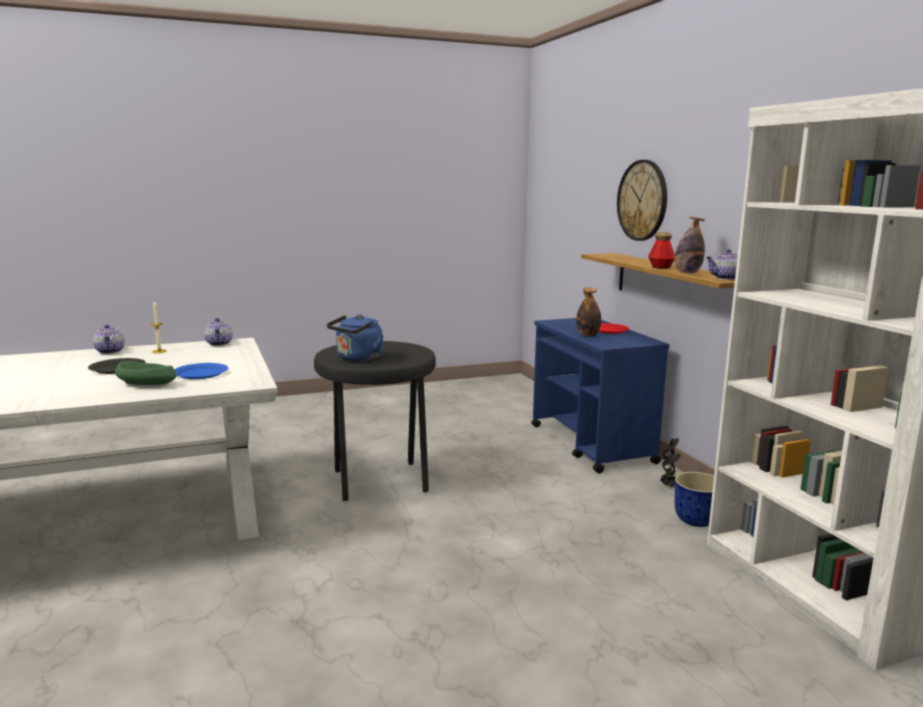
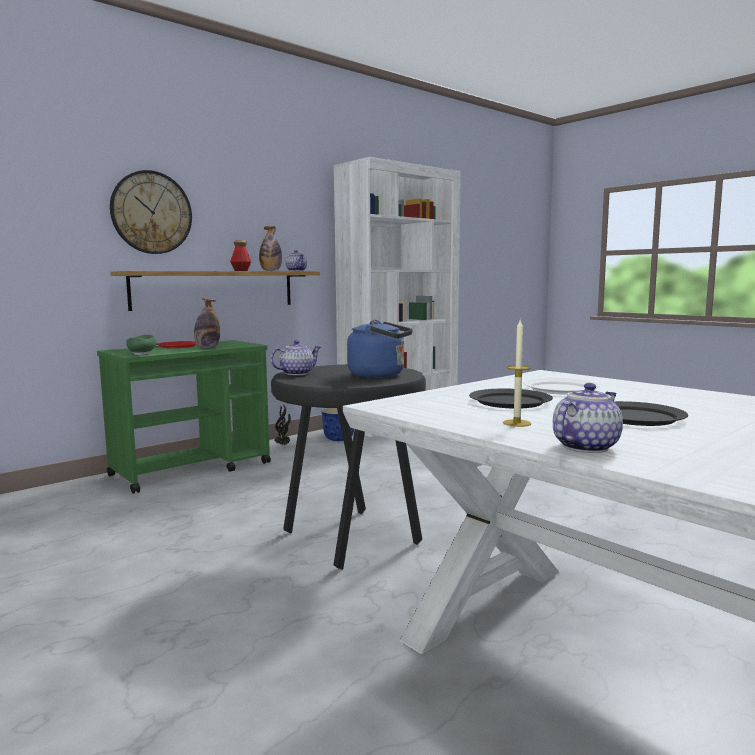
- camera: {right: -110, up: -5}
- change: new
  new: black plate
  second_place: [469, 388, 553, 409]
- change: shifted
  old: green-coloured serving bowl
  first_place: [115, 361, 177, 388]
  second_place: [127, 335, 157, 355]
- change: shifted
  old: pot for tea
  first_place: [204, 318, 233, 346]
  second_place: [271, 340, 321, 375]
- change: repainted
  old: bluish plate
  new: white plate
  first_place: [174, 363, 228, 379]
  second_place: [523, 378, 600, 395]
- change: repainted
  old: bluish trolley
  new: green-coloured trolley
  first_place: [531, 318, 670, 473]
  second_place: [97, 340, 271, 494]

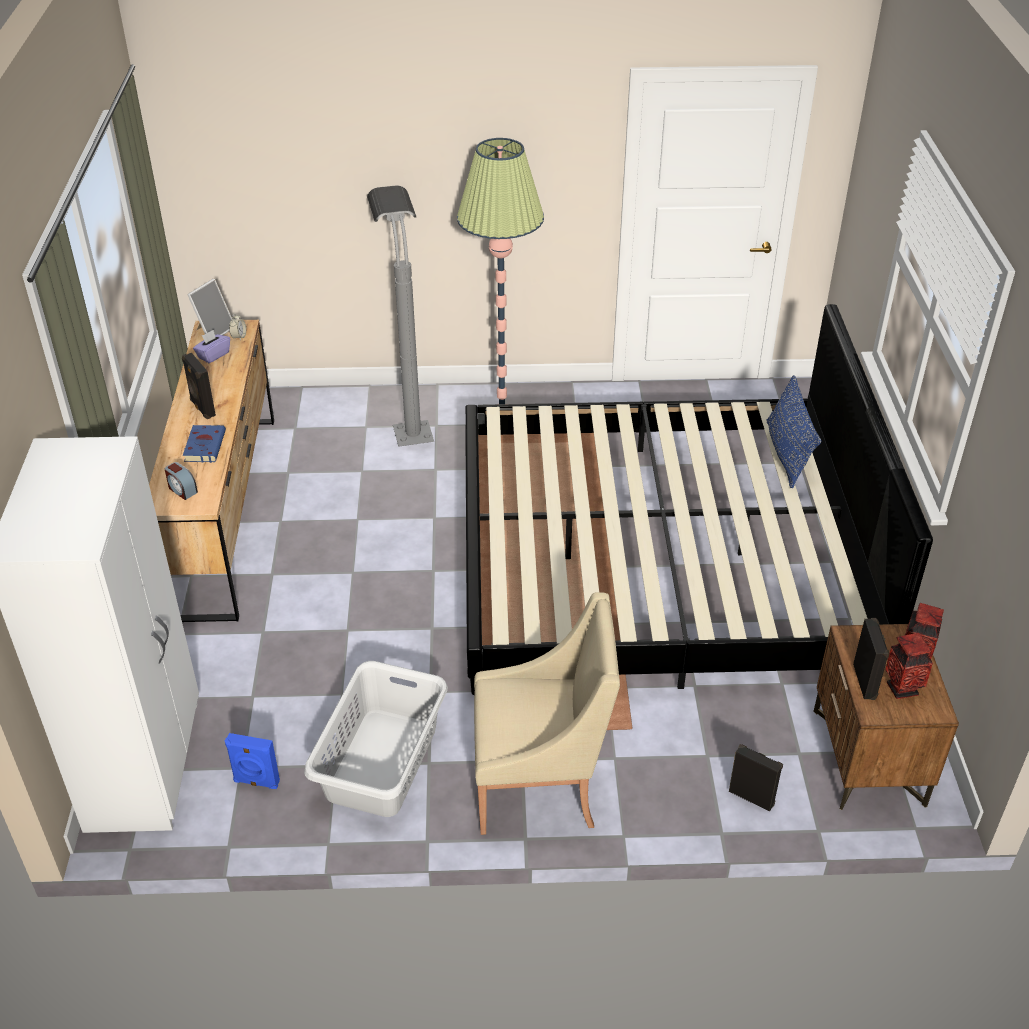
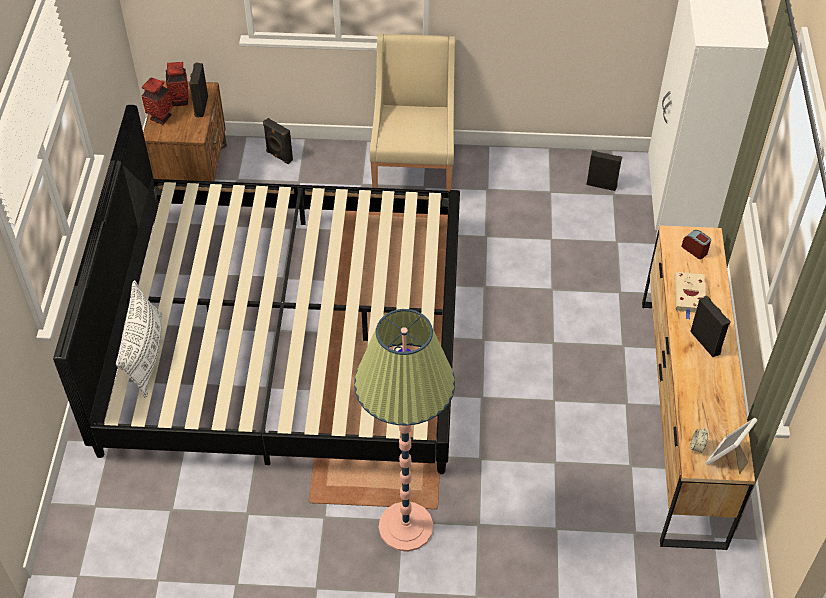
- camera: {right: -175, up: 10}
- change: gone
  old: purple-coloured box of tissues
  first_place: [193, 330, 230, 363]
- change: gone
  old: grey hamper
  first_place: [304, 661, 448, 817]
- change: gone
  old: grey standard lamp
  first_place: [367, 185, 434, 447]
- change: repainted
  old: bluish bound book
  new: sand-coloured bound book
  first_place: [183, 425, 226, 463]
  second_place: [674, 272, 706, 319]
- change: repainted
  old: bluish audio speaker
  new: black audio speaker
  first_place: [225, 733, 280, 789]
  second_place: [587, 150, 622, 191]
- change: repainted
  old: bluish throw pillow
  new: white throw pillow
  first_place: [766, 375, 821, 488]
  second_place: [116, 280, 163, 398]
- change: rotated
  old: sand-coloured easy chair
  first_place: [474, 592, 620, 835]
  second_place: [370, 34, 455, 191]
  degrees: 90

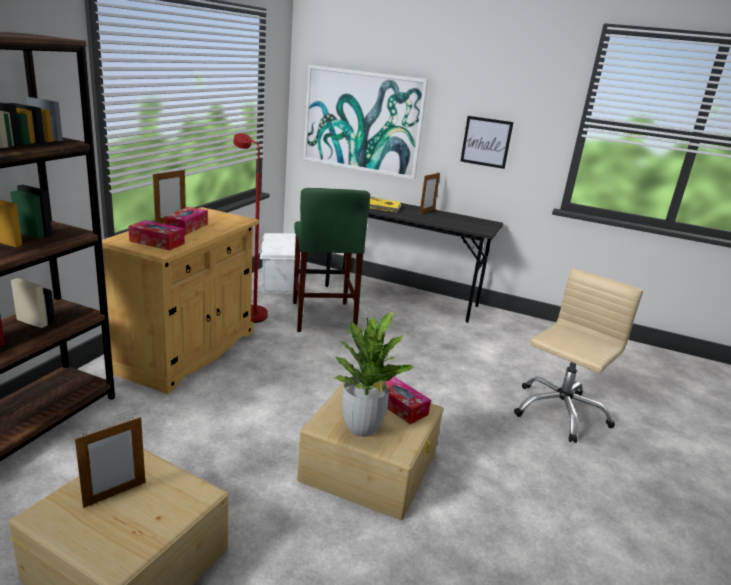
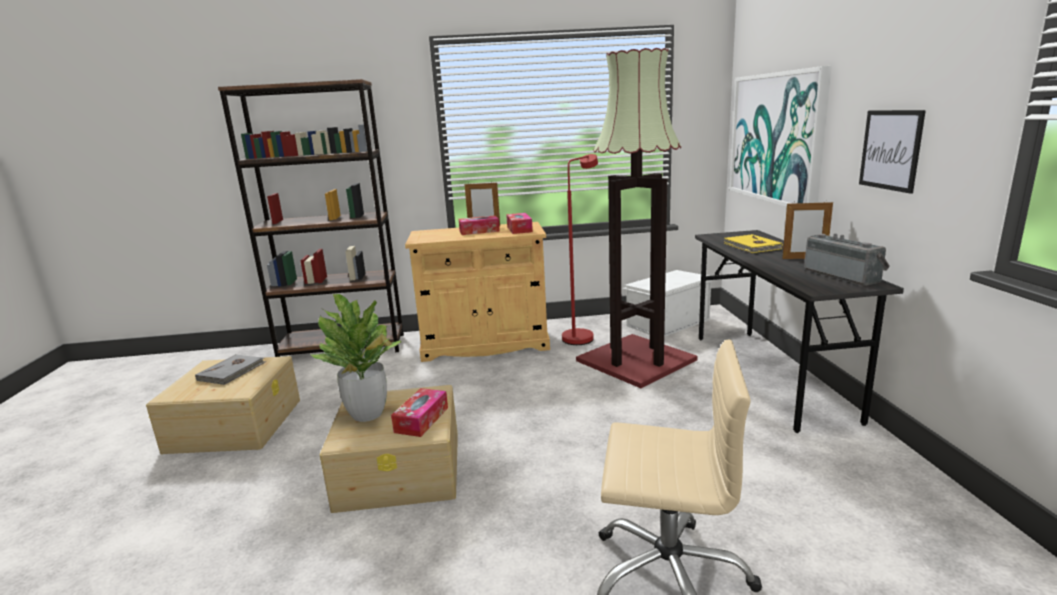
- camera: {right: 65, up: -5}
- change: new
  new: radio
  second_place: [804, 234, 890, 286]
- change: shifted
  old: box of tissues
  first_place: [128, 220, 185, 250]
  second_place: [506, 213, 533, 234]
- change: swapped
  old: standing frame
  new: grey bound book
  first_place: [75, 417, 145, 508]
  second_place: [195, 354, 266, 385]
- change: swapped
  old: green-coloured stool seat
  new: standard lamp
  first_place: [293, 188, 370, 332]
  second_place: [576, 48, 698, 388]

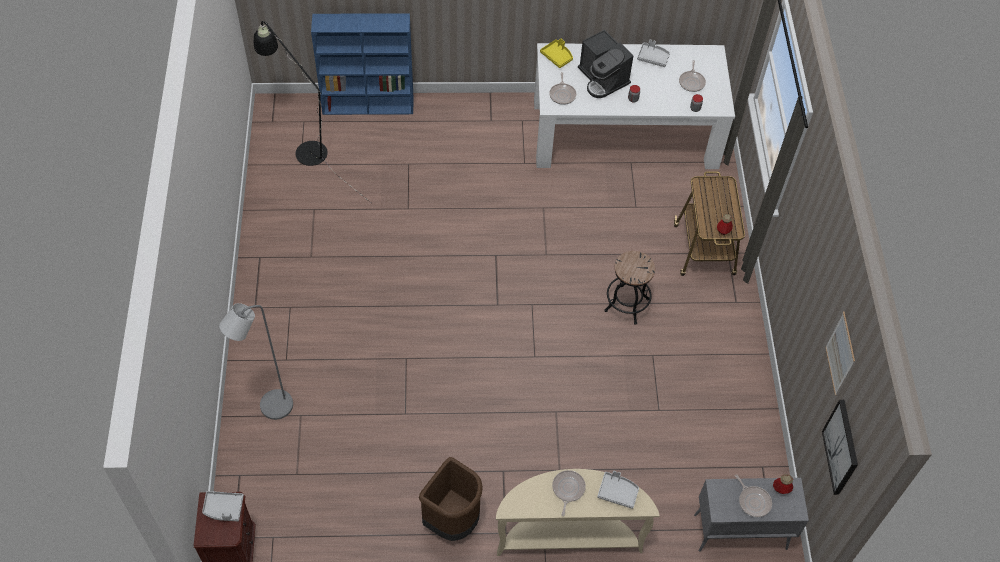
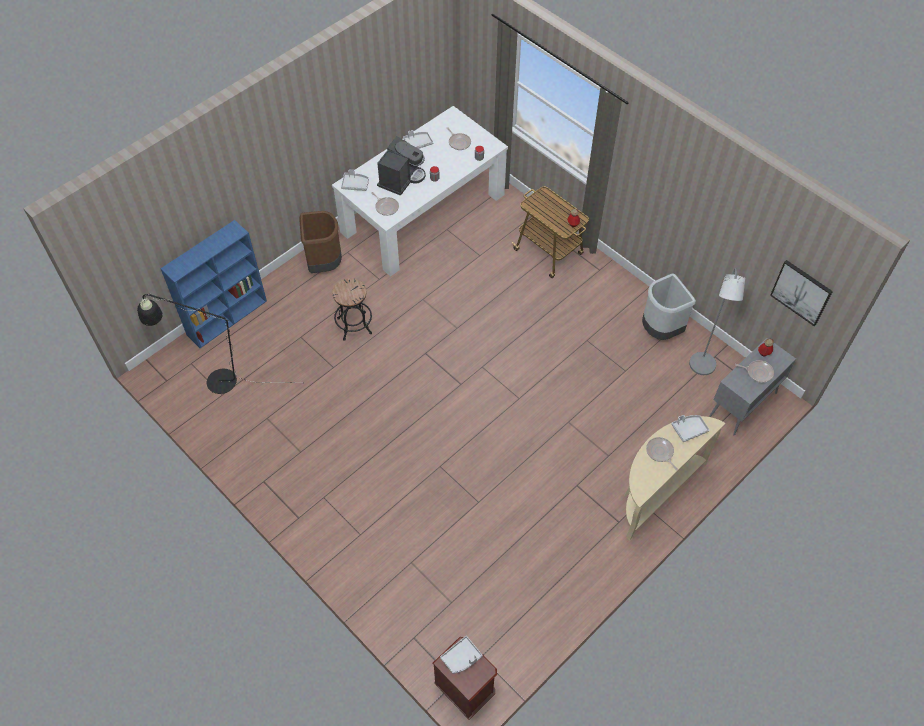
- camera: {right: -40, up: 0}
- change: gone
  old: picture
  first_place: [825, 312, 855, 395]
- change: new
  new: grey trash can
  second_place: [642, 274, 696, 340]
- change: shifted
  old: grey standard lamp
  first_place: [219, 303, 293, 420]
  second_place: [689, 268, 745, 375]
- change: shifted
  old: brownish trash can
  first_place: [419, 457, 483, 541]
  second_place: [299, 211, 342, 273]
- change: shifted
  old: black stool seat
  first_place: [604, 251, 655, 325]
  second_place: [332, 278, 372, 341]
- change: repainted
  old: yellow-coloured serving tray
  new: grey serving tray
  first_place: [540, 38, 573, 68]
  second_place: [341, 169, 369, 191]
- change: rotated
  old: coffee machine
  first_place: [578, 30, 633, 98]
  second_place: [377, 136, 426, 196]
  degrees: -75

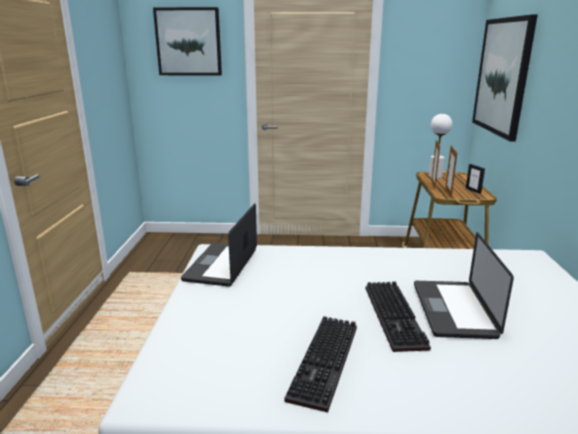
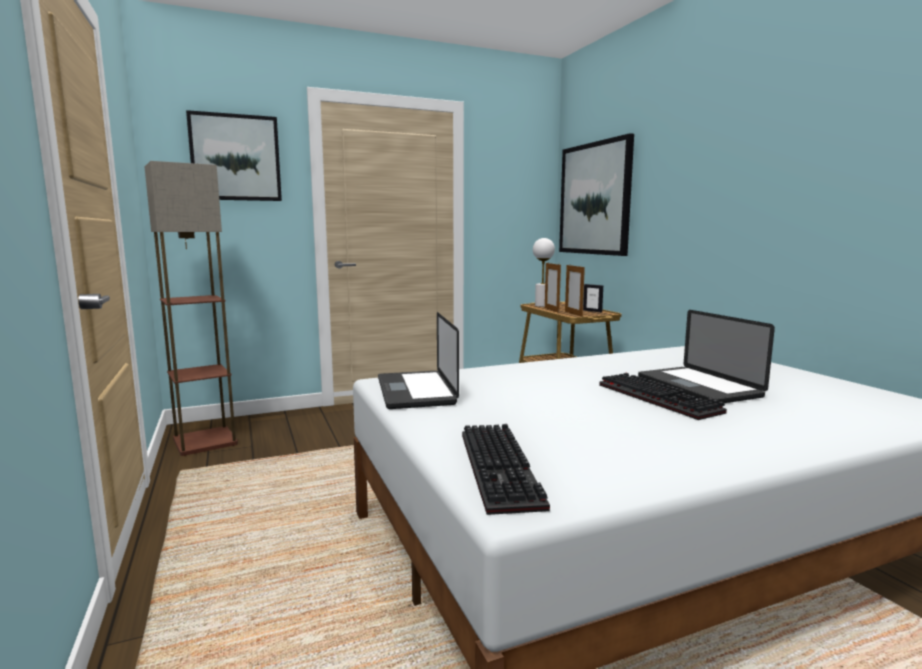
- camera: {right: -25, up: -10}
- change: new
  new: standard lamp
  second_place: [145, 161, 238, 456]
- change: shifted
  old: keyboard
  first_place: [284, 316, 357, 412]
  second_place: [462, 424, 550, 515]

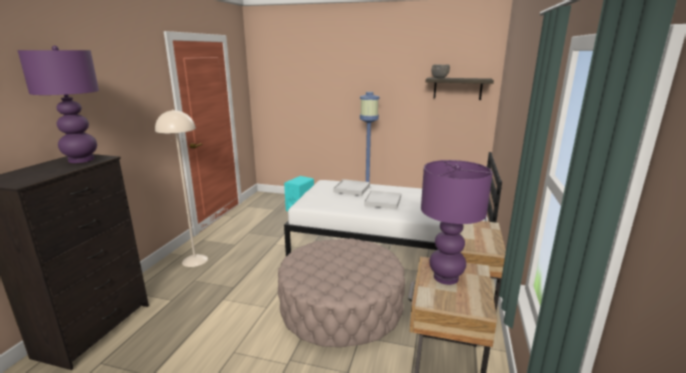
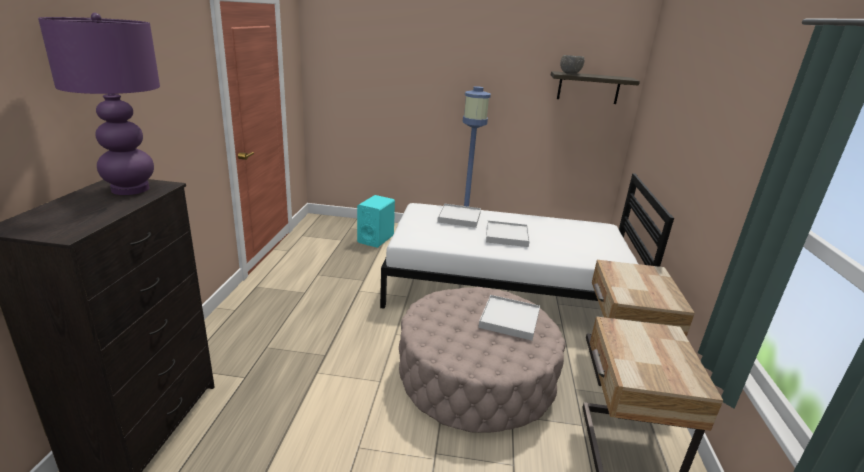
- camera: {right: -10, up: 5}
- change: gone
  old: sand-coloured standard lamp
  first_place: [155, 109, 208, 267]
- change: gone
  old: purple-coloured table lamp
  first_place: [421, 160, 493, 285]
- change: new
  new: white serving tray
  second_place: [478, 295, 540, 341]

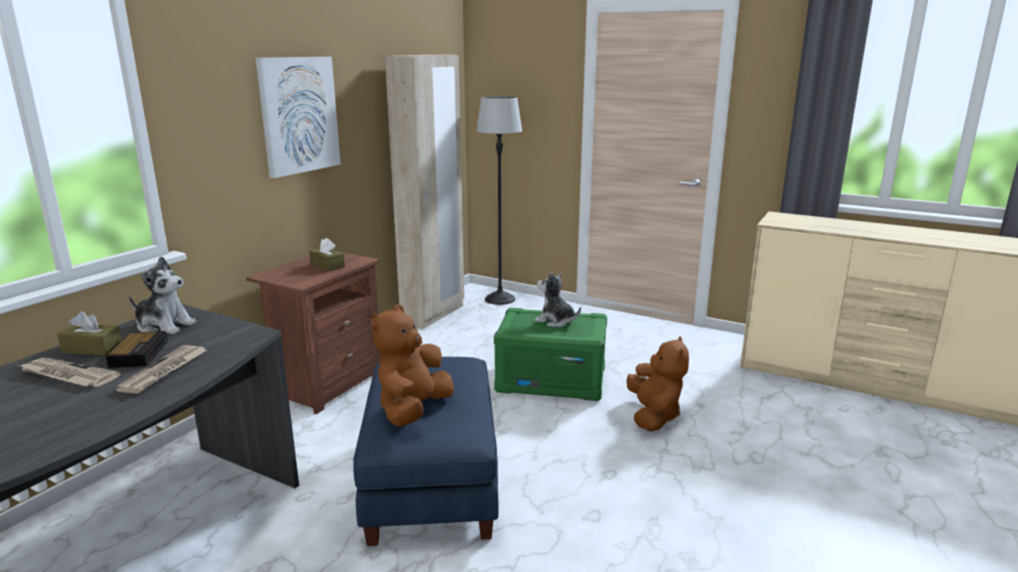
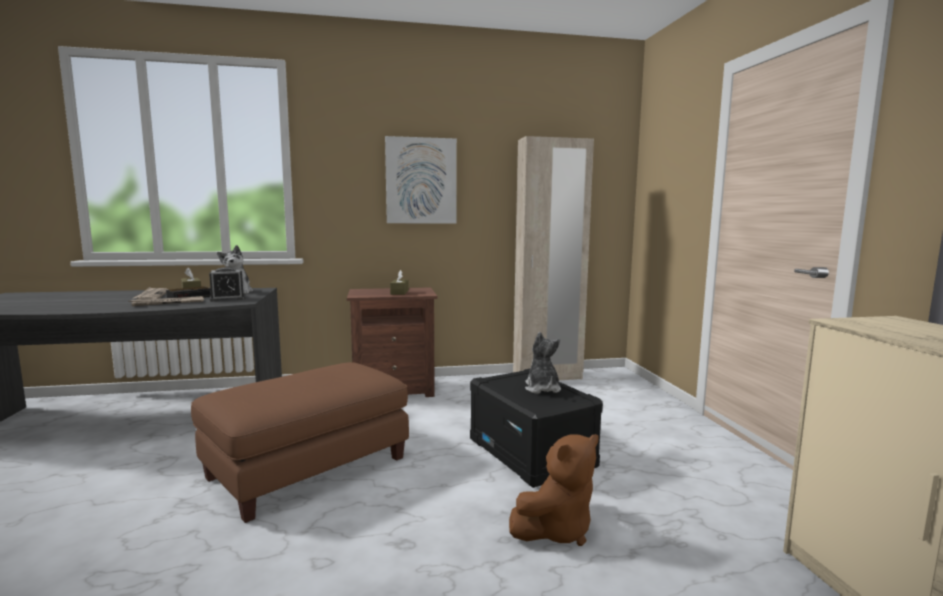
- camera: {right: 50, up: -10}
- change: gone
  old: brownish cuddly toy
  first_place: [371, 304, 454, 427]
- change: gone
  old: standard lamp
  first_place: [476, 96, 522, 305]
- change: new
  new: table clock
  second_place: [209, 267, 245, 302]
- change: repainted
  old: bluish footrest
  new: brownish footrest
  first_place: [353, 357, 499, 546]
  second_place: [191, 362, 409, 523]
- change: repainted
  old: green-coloured storage container
  new: black storage container
  first_place: [494, 308, 607, 401]
  second_place: [470, 369, 603, 488]

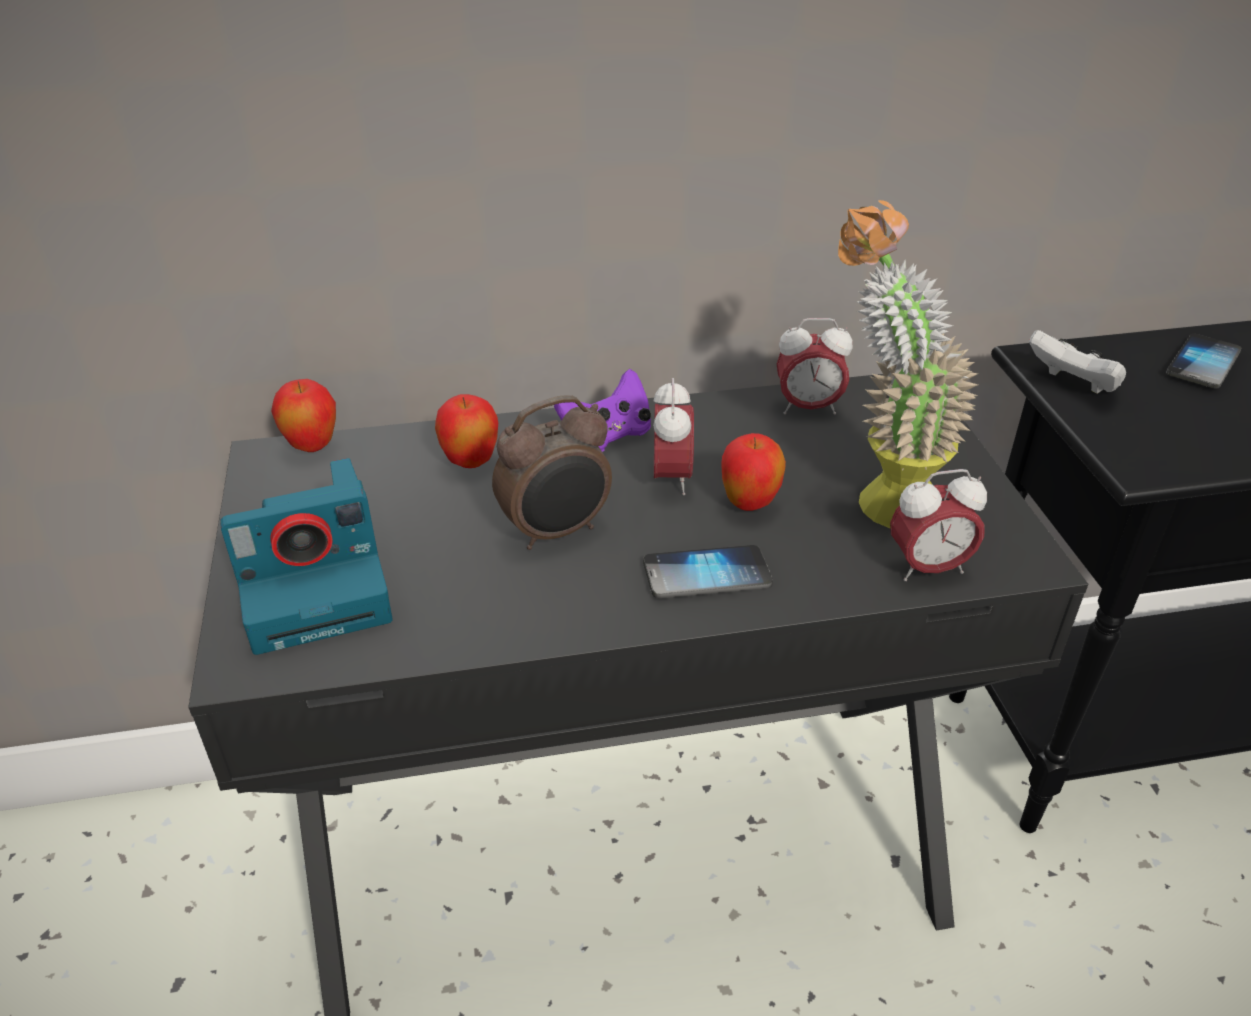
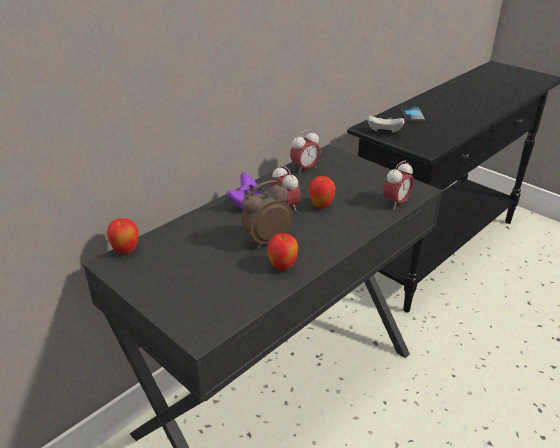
- camera: {right: -35, up: -5}
- change: gone
  old: photo camera
  first_place: [220, 458, 393, 655]
- change: gone
  old: phone
  first_place: [643, 545, 773, 598]
- change: gone
  old: houseplant
  first_place: [838, 200, 978, 528]
- change: shifted
  old: whole apple
  first_place: [435, 394, 498, 468]
  second_place: [267, 233, 298, 270]
- change: rotated
  old: table clock
  first_place: [492, 395, 612, 550]
  second_place: [241, 180, 292, 248]
  degrees: -150

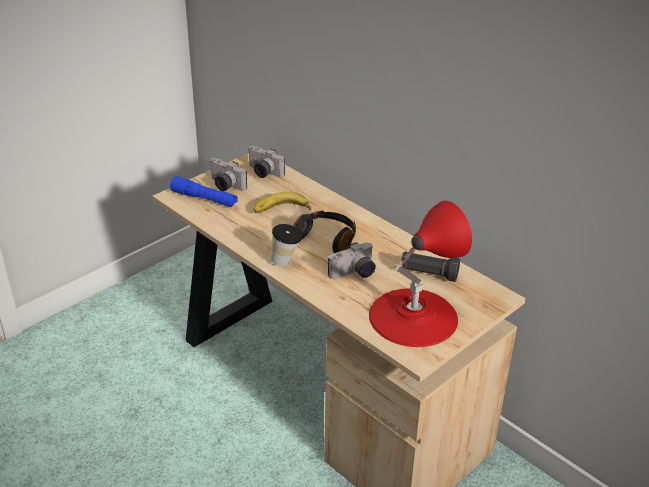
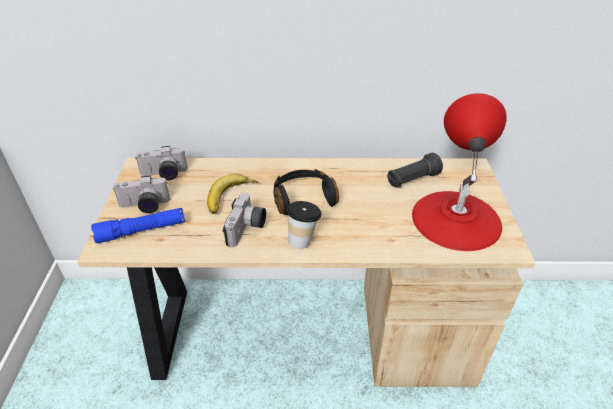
- camera: {right: -45, up: 5}
- change: shifted
  old: photo camera
  first_place: [328, 242, 376, 279]
  second_place: [223, 192, 266, 247]

